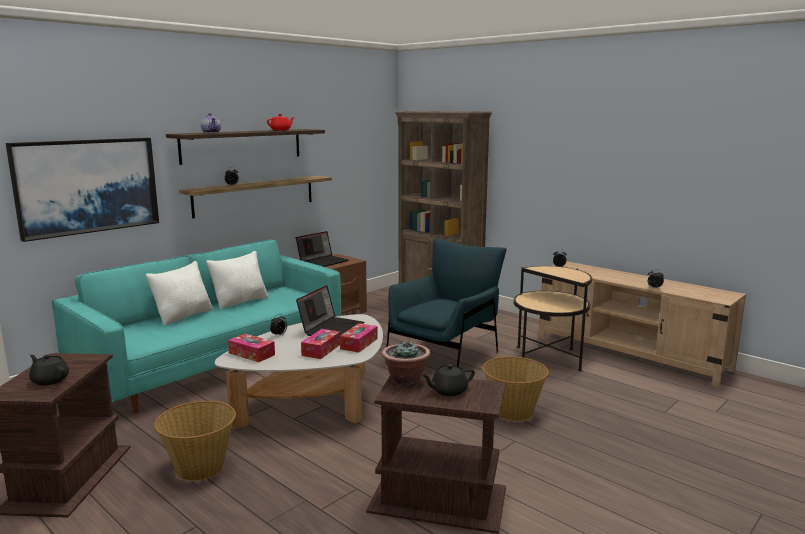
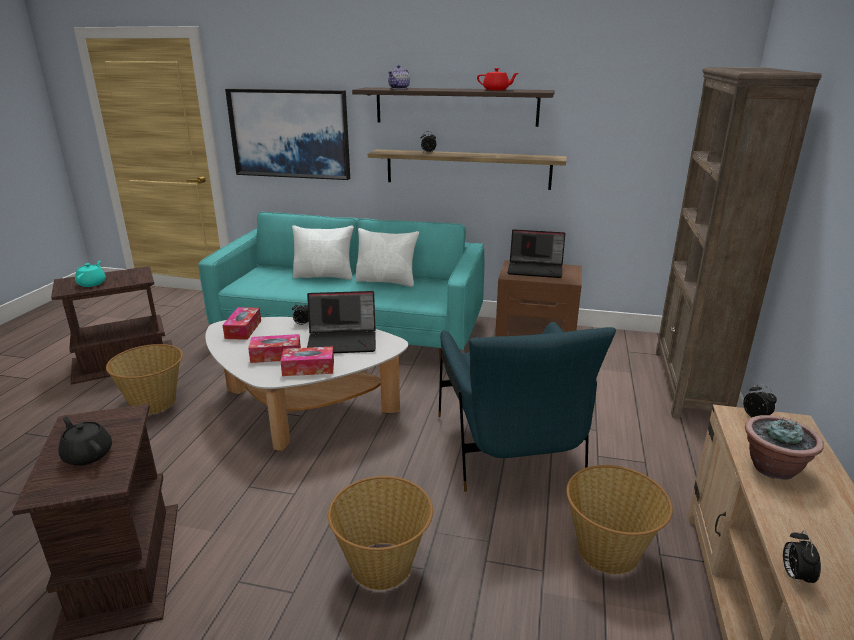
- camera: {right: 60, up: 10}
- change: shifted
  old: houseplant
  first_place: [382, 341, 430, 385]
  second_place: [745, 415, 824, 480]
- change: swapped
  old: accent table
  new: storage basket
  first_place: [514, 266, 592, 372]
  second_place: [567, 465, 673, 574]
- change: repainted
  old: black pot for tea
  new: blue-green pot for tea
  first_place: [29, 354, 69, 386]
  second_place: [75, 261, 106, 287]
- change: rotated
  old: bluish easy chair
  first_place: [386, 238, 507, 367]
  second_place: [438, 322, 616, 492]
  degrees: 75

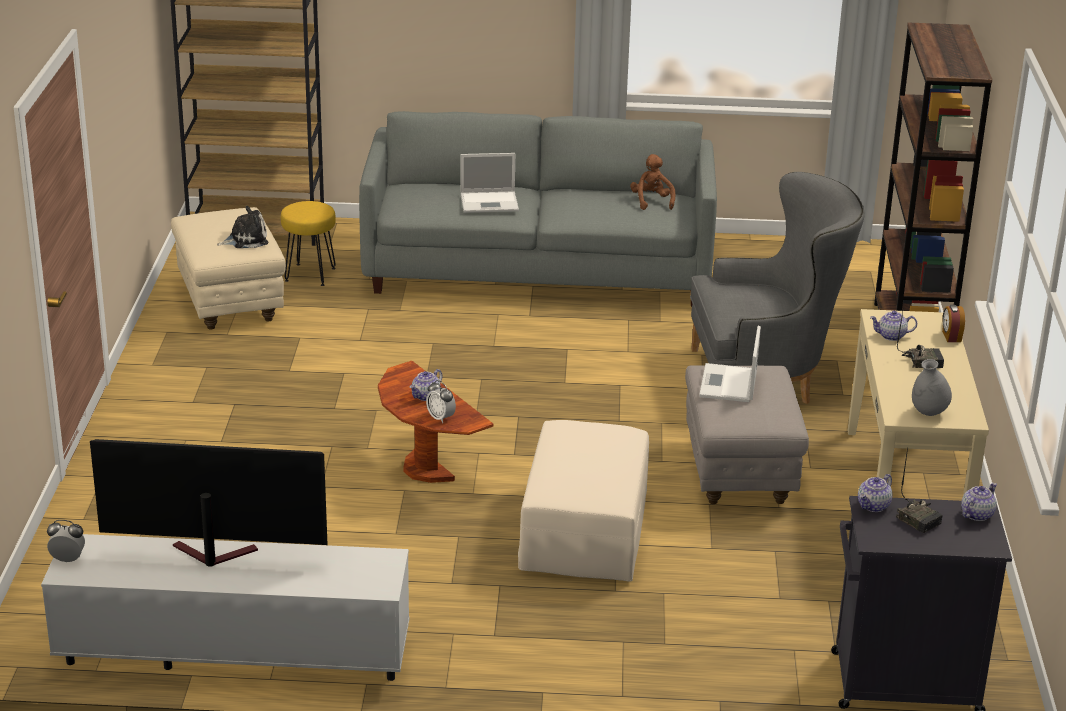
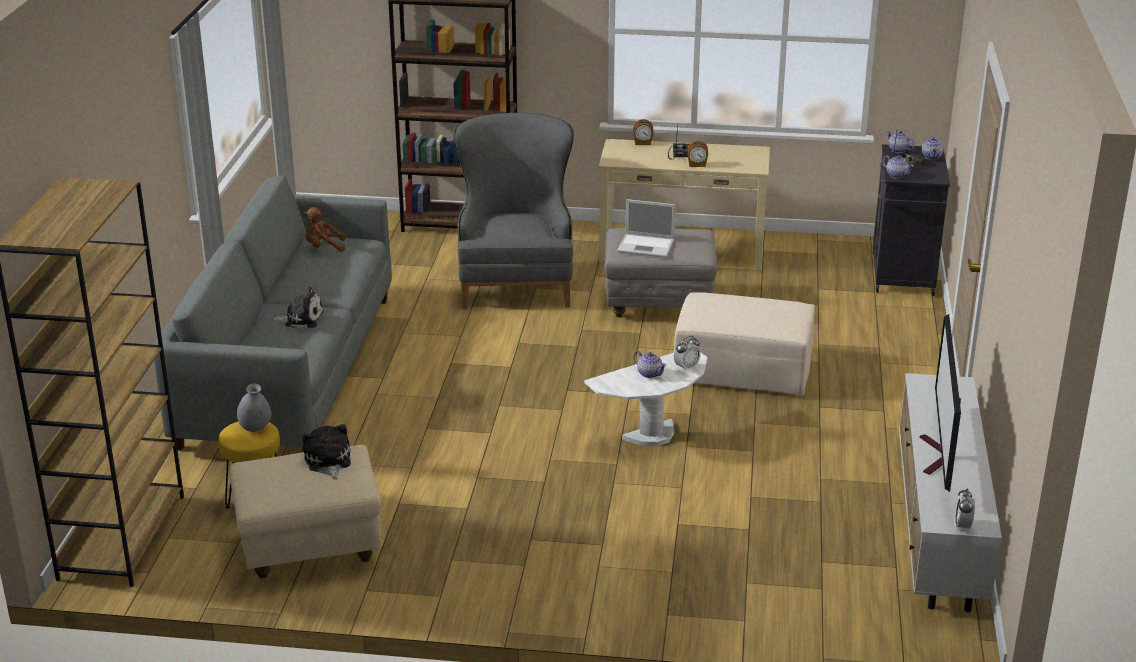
- camera: {right: -85, up: 0}
- change: new
  new: table clock
  second_place: [687, 140, 708, 167]
- change: shifted
  old: pot for tea
  first_place: [870, 311, 917, 341]
  second_place: [922, 136, 944, 160]
- change: shifted
  old: grey vase
  first_place: [912, 359, 952, 416]
  second_place: [237, 384, 271, 432]
- change: swapped
  old: notebook computer
  new: cuddly toy
  first_place: [460, 153, 519, 213]
  second_place: [272, 287, 324, 329]
- change: repainted
  old: brownish accent table
  new: white accent table
  first_place: [378, 361, 494, 483]
  second_place: [584, 352, 707, 446]

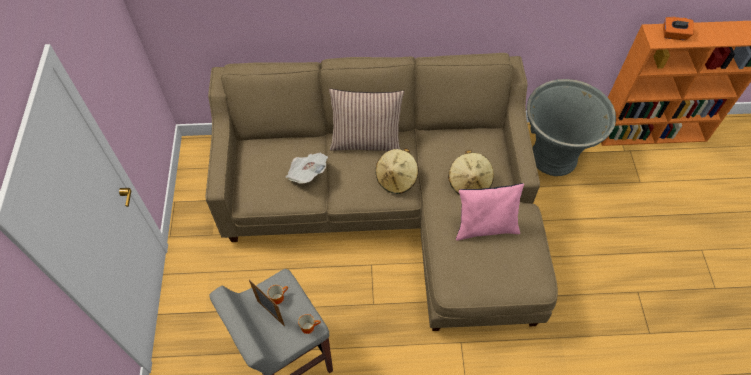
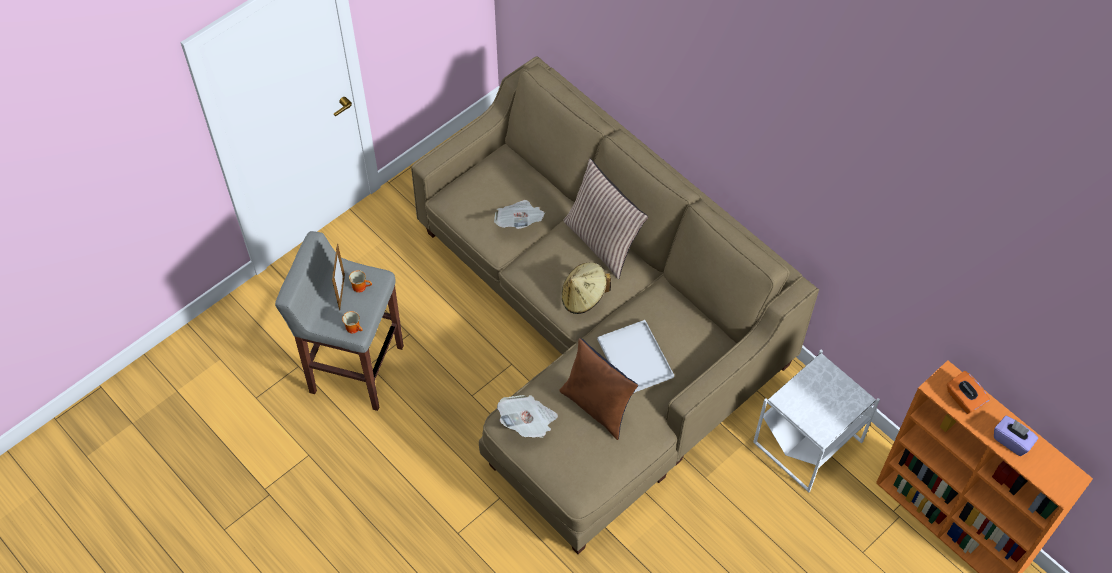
- camera: {right: 50, up: 0}
- change: new
  new: printed paper
  second_place: [497, 395, 558, 438]
- change: new
  new: purple-coloured box of tissues
  second_place: [994, 416, 1038, 456]
- change: swapped
  old: sand-coloured clothing hat
  new: white serving tray
  first_place: [448, 150, 494, 195]
  second_place: [597, 320, 674, 393]
- change: swapped
  old: grey plant pot
  new: white accent table
  first_place: [527, 79, 616, 176]
  second_place: [753, 350, 880, 492]
- change: repainted
  old: pink-coloured throw pillow
  new: brownish throw pillow
  first_place: [456, 183, 524, 241]
  second_place: [559, 338, 638, 440]

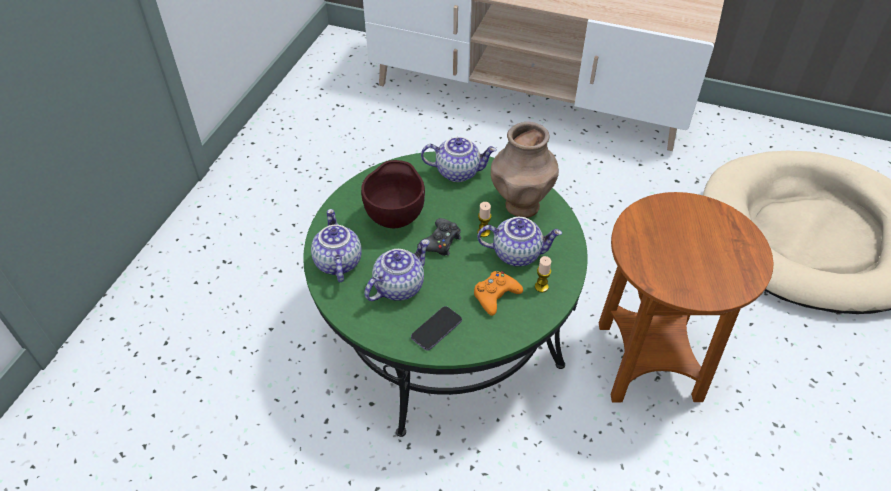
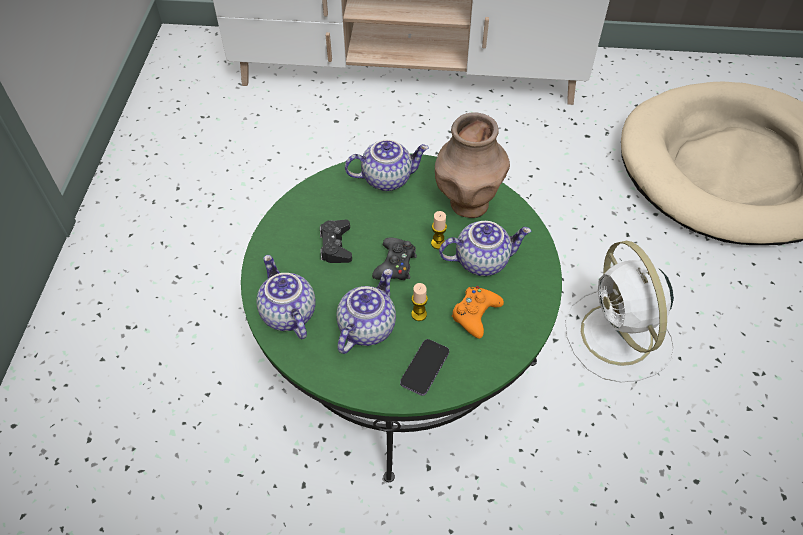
- camera: {right: -15, up: 5}
- change: shifted
  old: wax candle
  first_place: [535, 256, 551, 292]
  second_place: [411, 283, 428, 321]
- change: swapped
  old: brownish serving bowl
  new: black gamepad
  first_place: [361, 160, 425, 228]
  second_place: [320, 220, 352, 263]
- change: swapped
  old: brownish accent table
  new: white electric fan
  first_place: [599, 192, 773, 402]
  second_place: [565, 241, 674, 382]

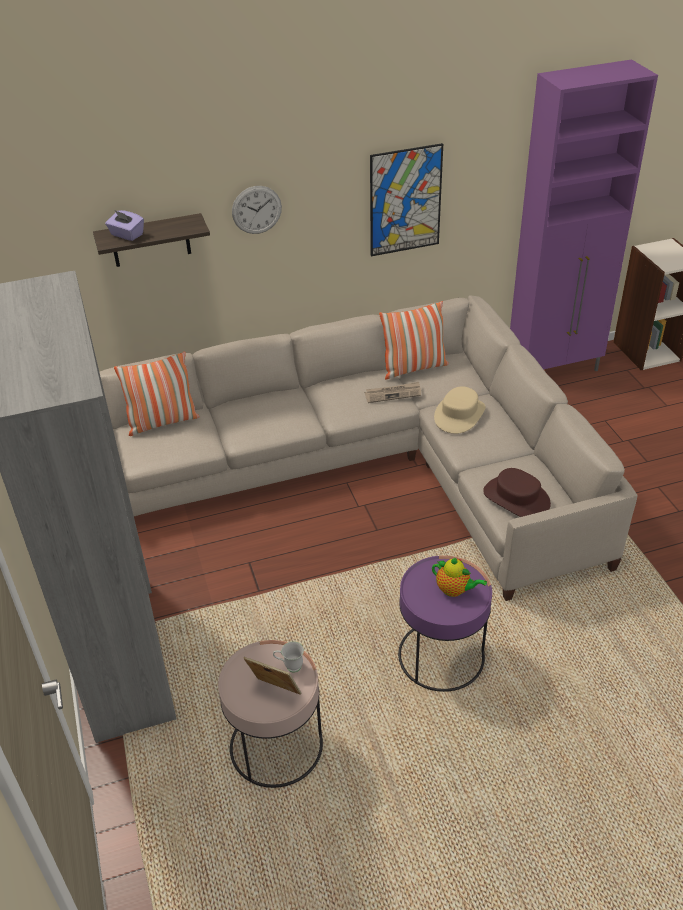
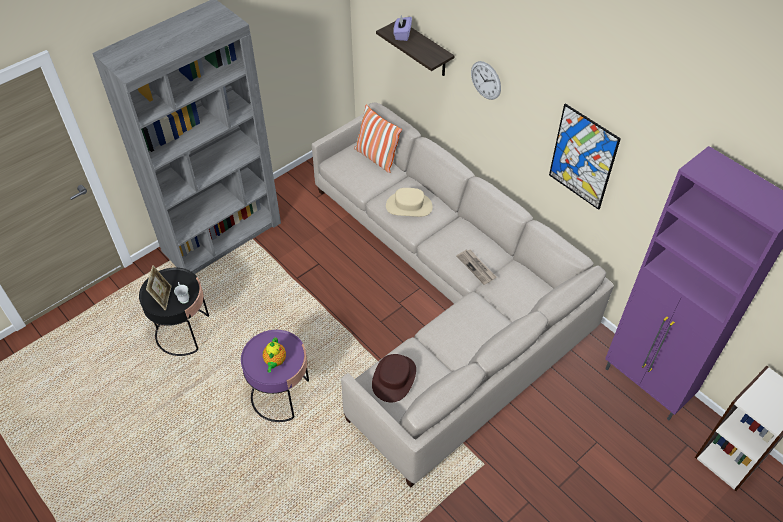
- camera: {right: 65, up: 10}
- change: gone
  old: throw pillow
  first_place: [379, 301, 449, 380]
- change: shifted
  old: sand-coloured clothing hat
  first_place: [434, 387, 486, 434]
  second_place: [386, 188, 433, 217]
- change: repainted
  old: pink-coloured accent table
  new: black accent table
  first_place: [218, 640, 323, 788]
  second_place: [139, 268, 209, 356]

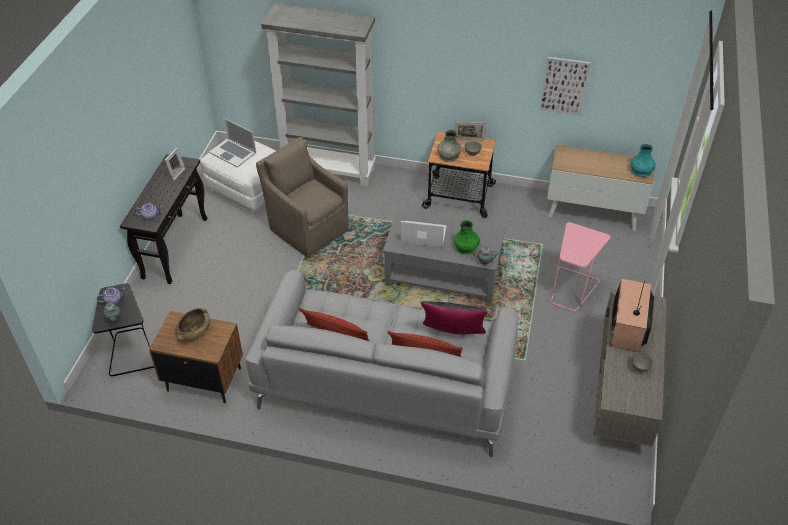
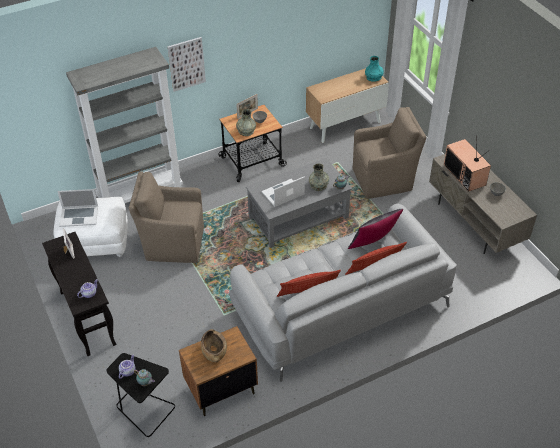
- camera: {right: -40, up: 0}
- change: shifted
  old: picture
  first_place: [540, 57, 590, 116]
  second_place: [168, 37, 206, 92]
- change: swapped
  old: pink-coloured accent table
  new: brownish easy chair
  first_place: [551, 222, 611, 311]
  second_place: [353, 107, 426, 199]
- change: repainted
  old: green-coloured vase
  new: grey vase
  first_place: [454, 220, 480, 254]
  second_place: [309, 163, 329, 191]

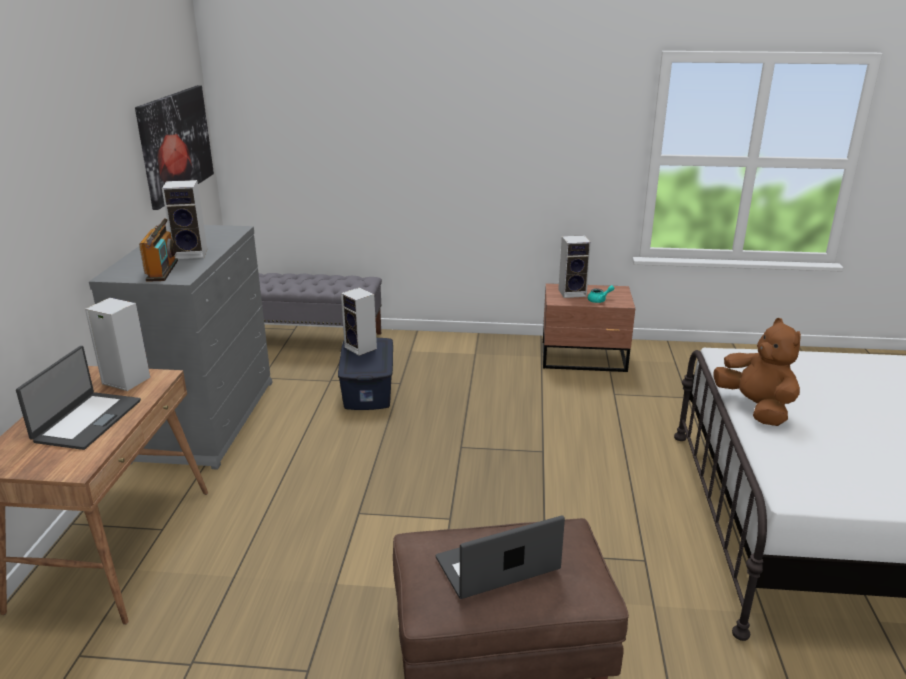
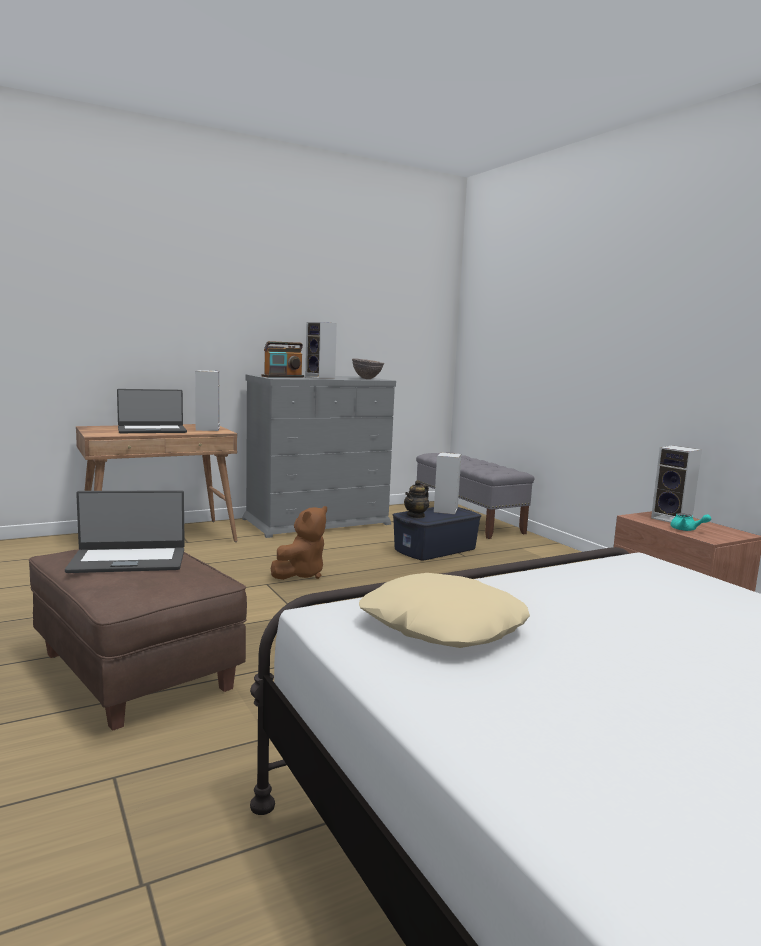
- camera: {right: 55, up: -15}
- change: gone
  old: picture
  first_place: [135, 85, 214, 210]
- change: new
  new: brownish serving bowl
  second_place: [352, 358, 384, 379]
- change: new
  new: sand-coloured throw pillow
  second_place: [359, 573, 530, 648]
- change: new
  new: pot for tea
  second_place: [404, 480, 429, 519]
- change: shifted
  old: brownish cuddly toy
  first_place: [713, 318, 801, 426]
  second_place: [271, 506, 327, 580]
- change: rotated
  old: notebook computer
  first_place: [436, 515, 565, 599]
  second_place: [65, 490, 185, 573]
  degrees: 135

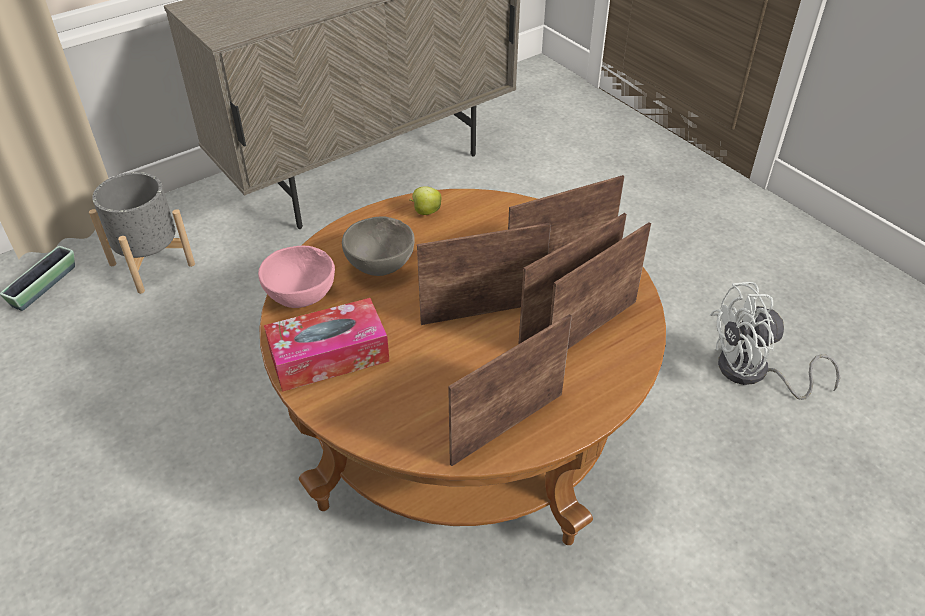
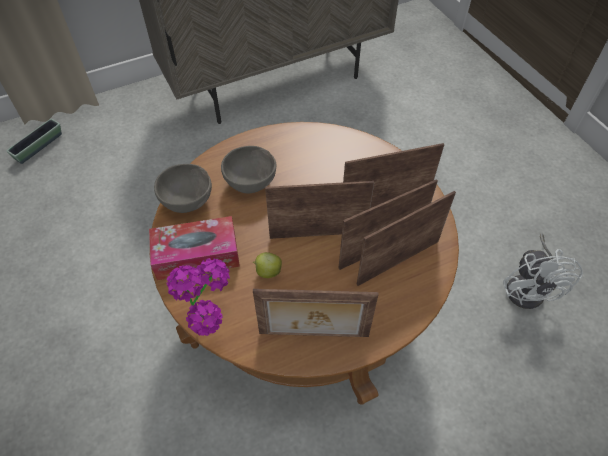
- camera: {right: 10, up: 10}
- change: gone
  old: grey plant pot
  first_place: [89, 172, 195, 294]
- change: new
  new: houseplant
  second_place: [166, 258, 230, 336]
- change: shifted
  old: whole apple
  first_place: [410, 186, 442, 215]
  second_place: [253, 252, 282, 278]
- change: repainted
  old: pink-coloured serving bowl
  new: grey serving bowl
  first_place: [258, 246, 335, 308]
  second_place: [154, 164, 212, 213]
- change: rotated
  old: standing frame
  first_place: [448, 314, 572, 466]
  second_place: [253, 289, 379, 337]
  degrees: -150
- change: rotated
  old: white electric fan
  first_place: [710, 282, 840, 400]
  second_place: [503, 233, 583, 309]
  degrees: -90

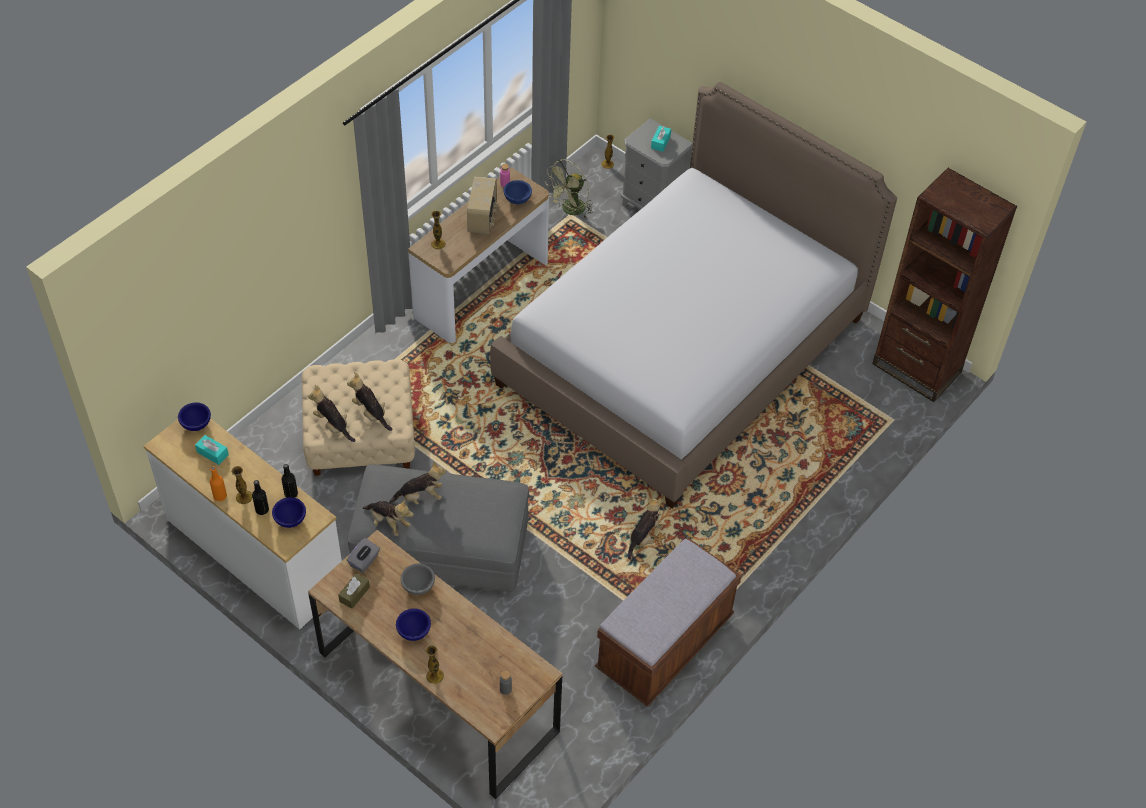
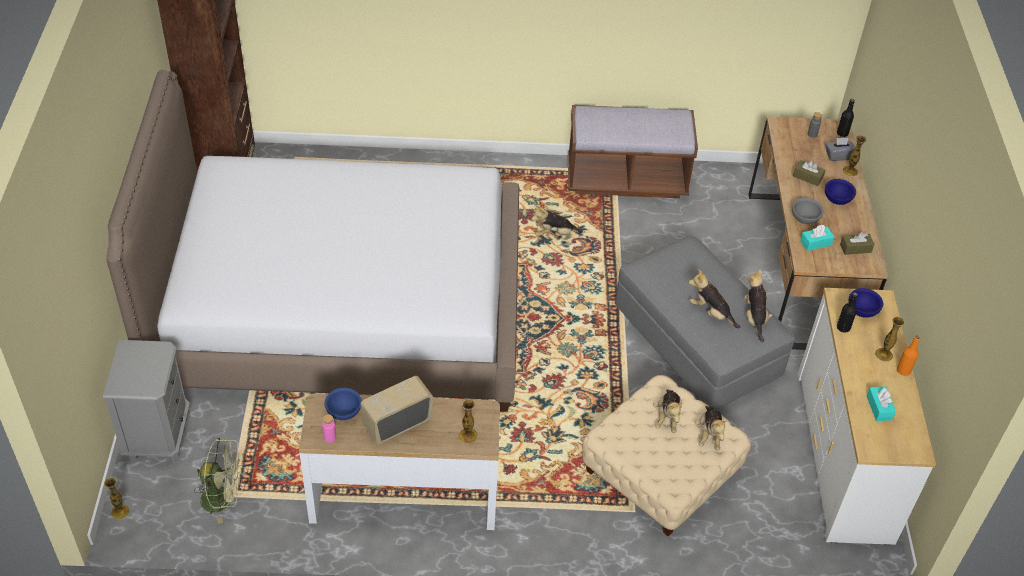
- camera: {right: -130, up: -5}
- change: gone
  old: bluish serving bowl
  first_place: [178, 402, 211, 431]
- change: new
  new: brownish box of tissues
  second_place: [793, 160, 825, 186]
- change: shifted
  old: black drink bottle
  first_place: [252, 480, 269, 515]
  second_place: [837, 99, 855, 137]
- change: shifted
  old: grey box of tissues
  first_place: [347, 538, 380, 573]
  second_place: [826, 138, 856, 161]
- change: shifted
  old: blue-green box of tissues
  first_place: [651, 126, 671, 152]
  second_place: [800, 225, 835, 251]

